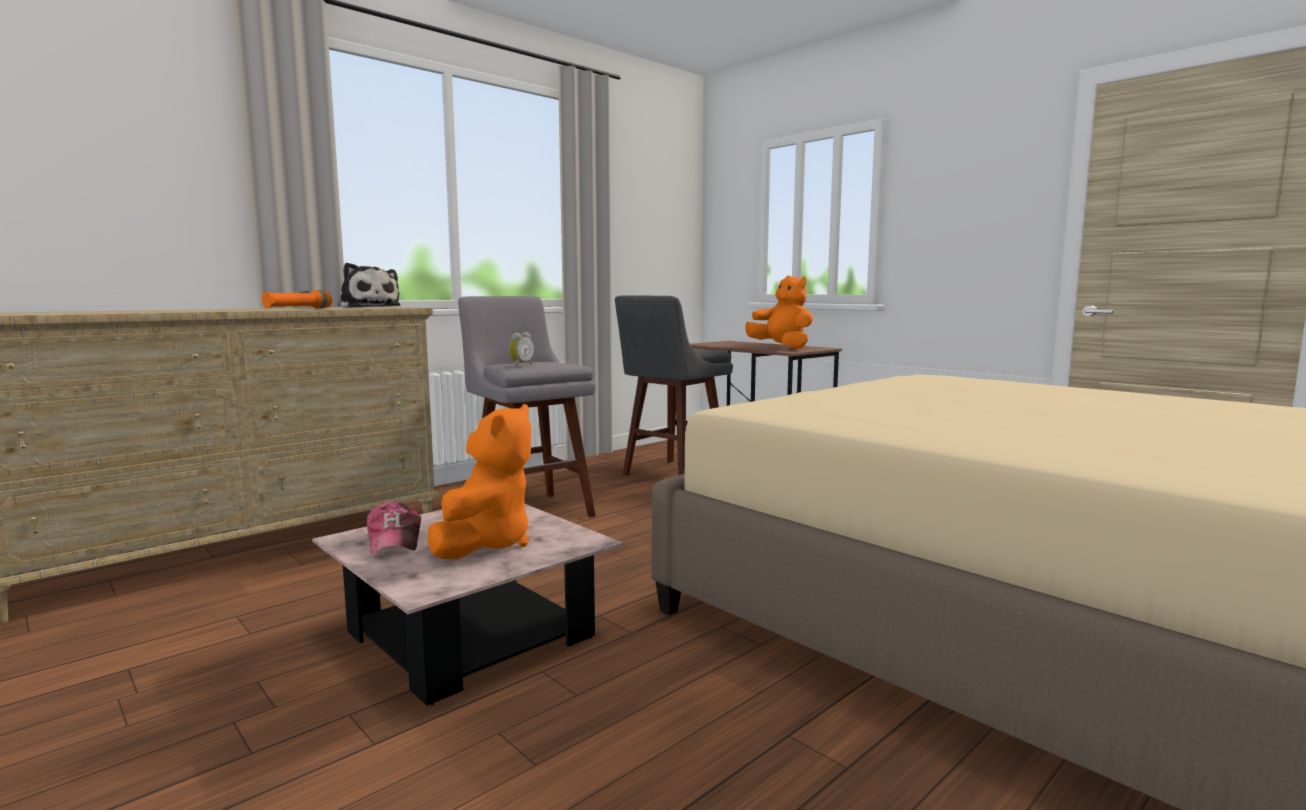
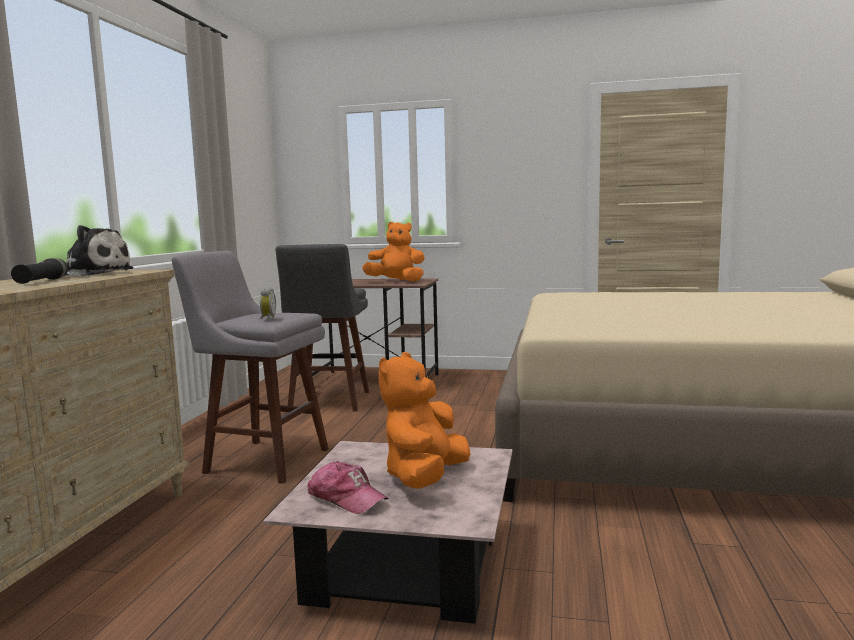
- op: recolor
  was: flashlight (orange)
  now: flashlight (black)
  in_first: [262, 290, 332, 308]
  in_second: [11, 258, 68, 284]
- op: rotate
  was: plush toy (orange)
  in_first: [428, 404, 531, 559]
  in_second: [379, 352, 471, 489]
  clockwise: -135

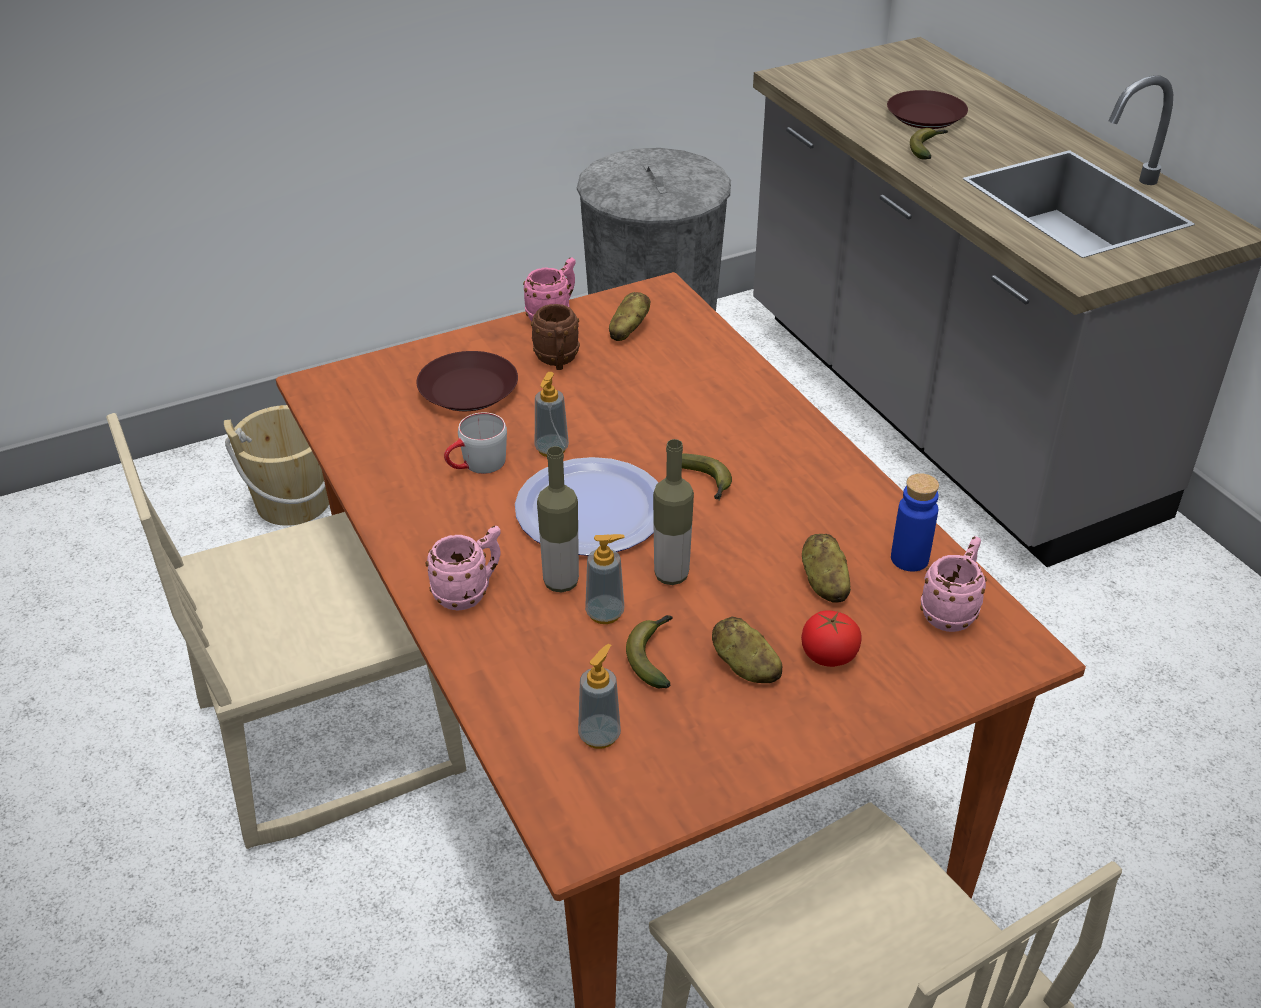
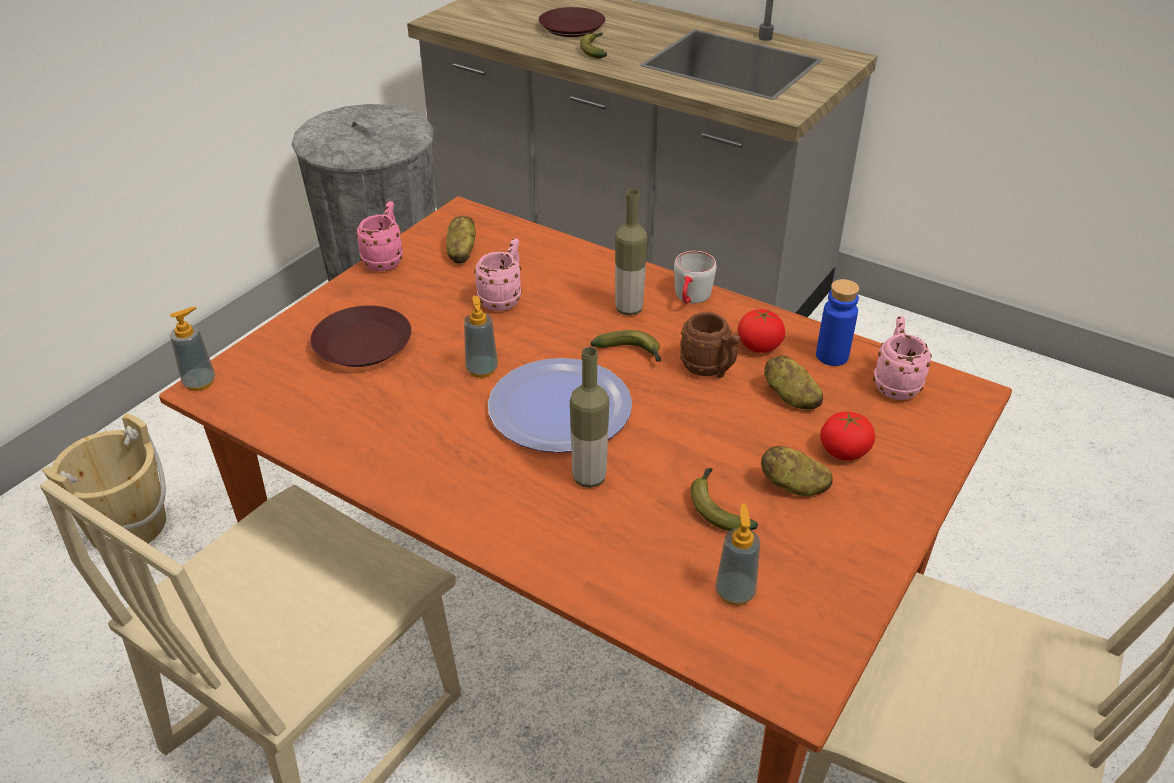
- op: move
  was: mug (brown)
  in_first: [531, 304, 580, 370]
  in_second: [680, 312, 740, 378]
- op: move
  was: mug (grey)
  in_first: [444, 412, 507, 474]
  in_second: [674, 251, 716, 304]
- op: move
  was: bottle
  in_first: [653, 439, 694, 585]
  in_second: [615, 189, 648, 316]
- op: move
  was: mug (pink)
  in_first: [426, 526, 501, 610]
  in_second: [474, 238, 522, 311]
- op: move
  was: soap dispenser
  in_first: [585, 534, 625, 624]
  in_second: [170, 307, 215, 391]
- op: insert
  now: tomato
  in_second: [738, 309, 785, 353]

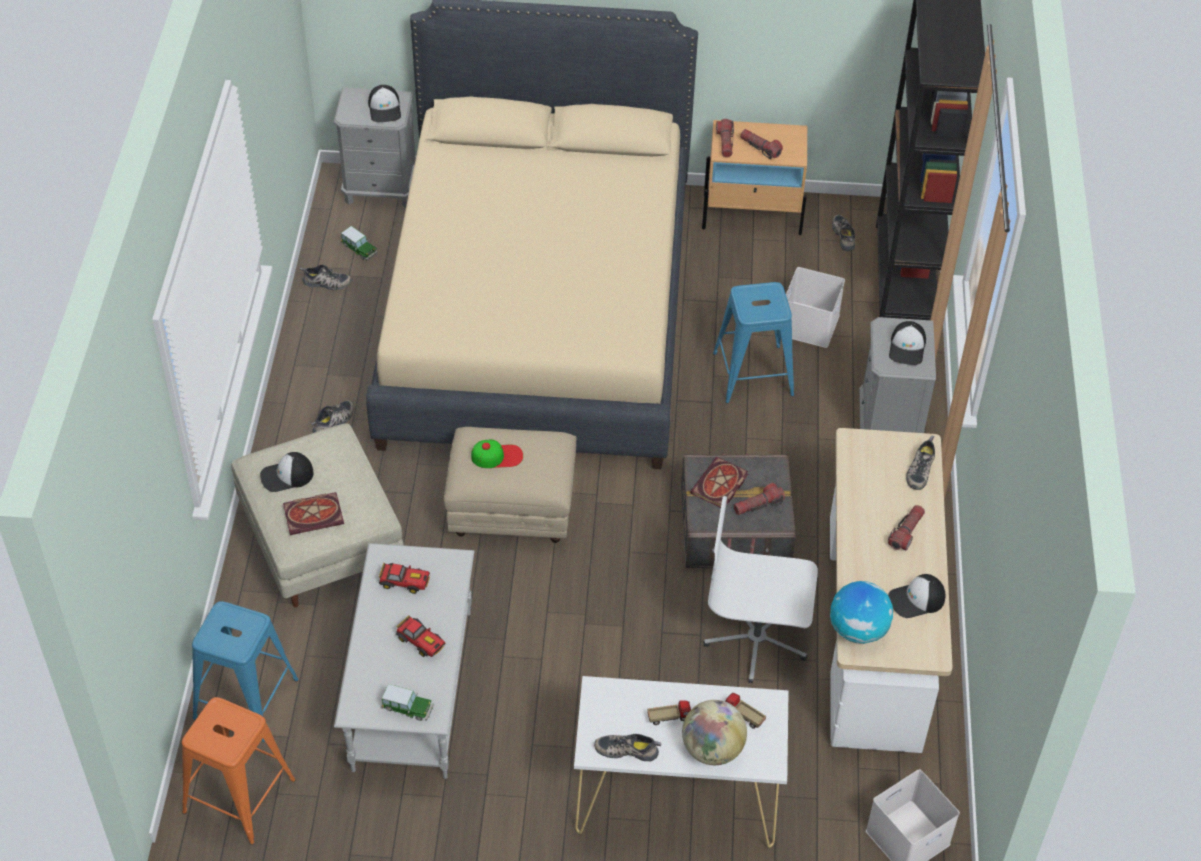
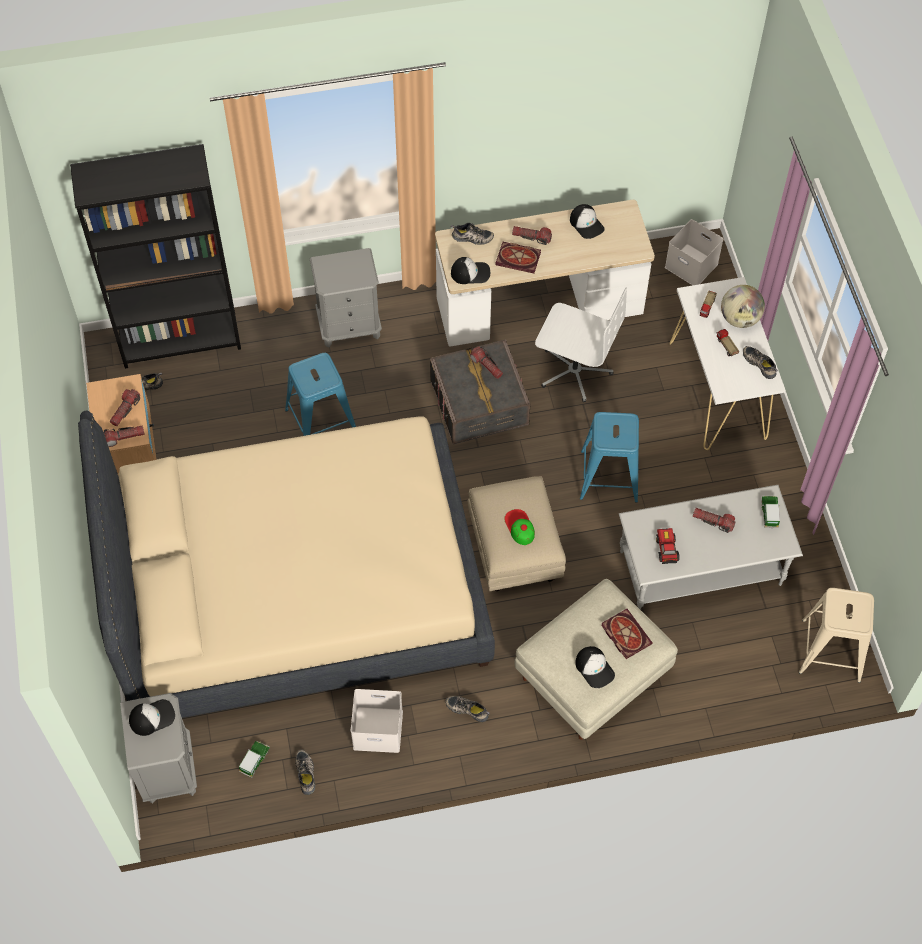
- op: move
  was: storage box (white)
  in_first: [786, 267, 845, 348]
  in_second: [351, 689, 403, 753]
- op: move
  was: cap
  in_first: [889, 321, 926, 365]
  in_second: [451, 257, 490, 284]
- op: move
  was: book
  in_first: [690, 457, 748, 508]
  in_second: [495, 242, 541, 273]
- op: rotate
  was: office chair (white)
  in_first: [704, 496, 818, 683]
  in_second: [535, 288, 627, 402]
  clockwise: -60
- op: delete
  was: globe
  in_first: [830, 581, 893, 644]
- op: move
  was: stool (blue)
  in_first: [192, 601, 298, 742]
  in_second: [580, 412, 639, 503]
- op: replace
  was: toy car
  now: flashlight
  in_first: [396, 615, 445, 657]
  in_second: [693, 508, 735, 533]
- op: recolor
  was: stool (orange)
  now: stool (beige)
  in_first: [182, 697, 295, 845]
  in_second: [799, 588, 874, 683]
- op: rotate
  was: shoe
  in_first: [594, 734, 662, 762]
  in_second: [743, 346, 778, 379]
  clockwise: 150

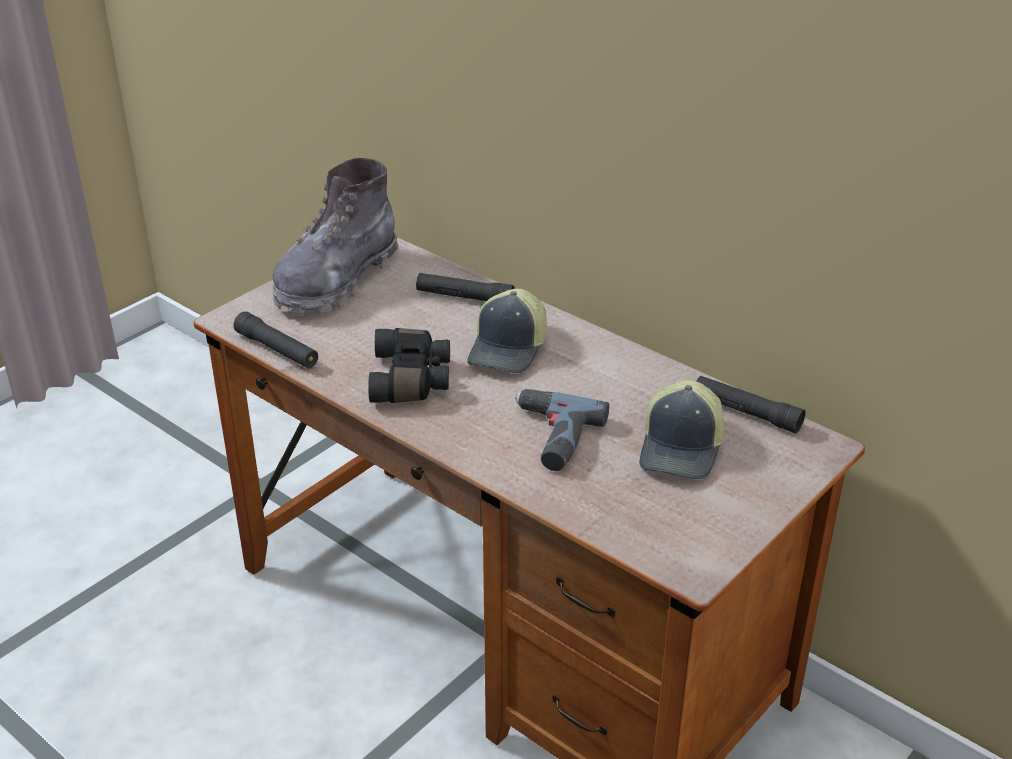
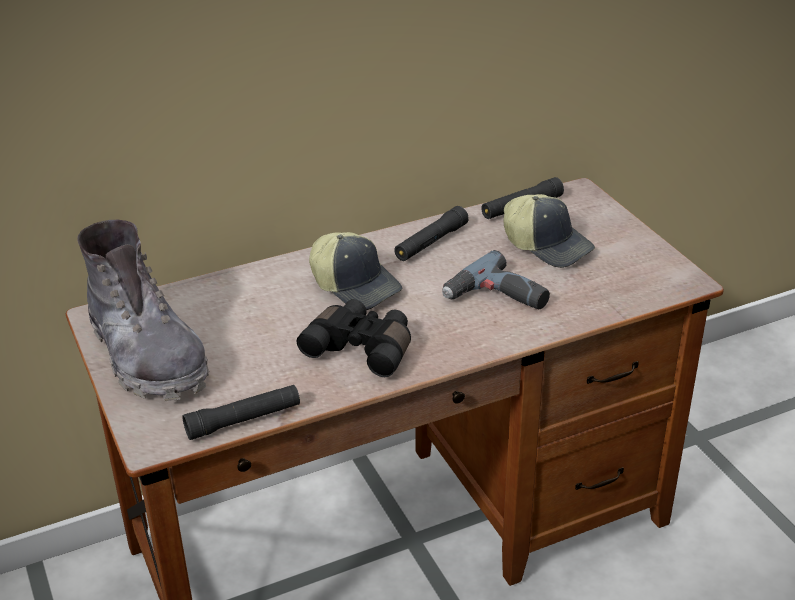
- op: move
  was: flashlight (black)
  in_first: [416, 273, 515, 301]
  in_second: [394, 206, 469, 261]

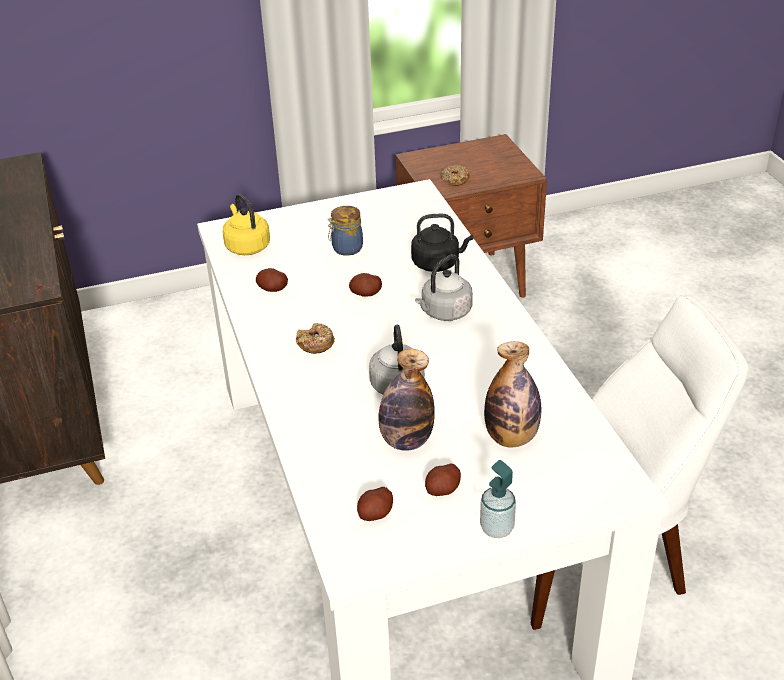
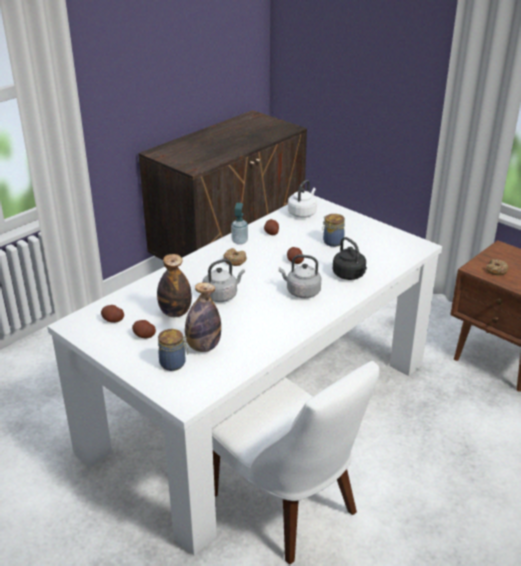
- op: recolor
  was: kettle (yellow)
  now: kettle (white)
  in_first: [223, 194, 270, 255]
  in_second: [288, 180, 317, 218]
- op: move
  was: soap dispenser
  in_first: [480, 460, 516, 538]
  in_second: [231, 203, 248, 245]
- op: insert
  now: jar
  in_second: [158, 329, 188, 371]

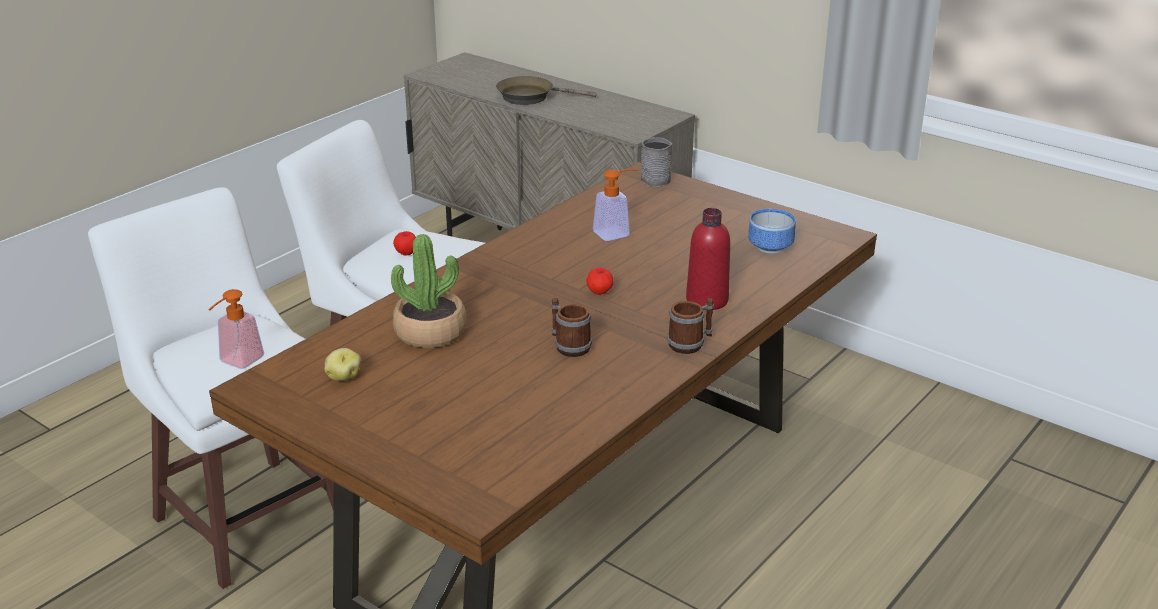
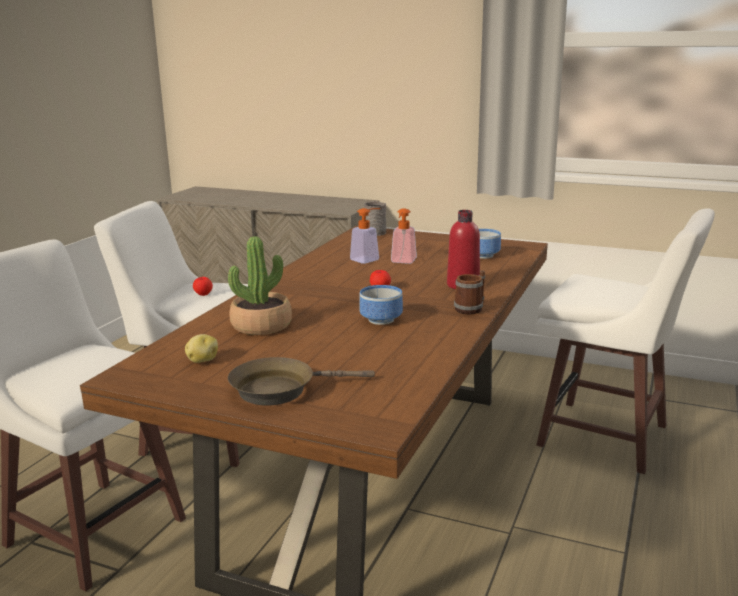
- op: move
  was: frying pan (brown)
  in_first: [496, 76, 597, 105]
  in_second: [228, 357, 375, 405]
- op: move
  was: soap dispenser
  in_first: [208, 289, 264, 369]
  in_second: [391, 208, 417, 264]
- op: replace
  was: mug
  now: bowl
  in_first: [551, 298, 592, 357]
  in_second: [359, 285, 403, 325]
- op: insert
  now: stool (white)
  in_second: [536, 208, 715, 474]

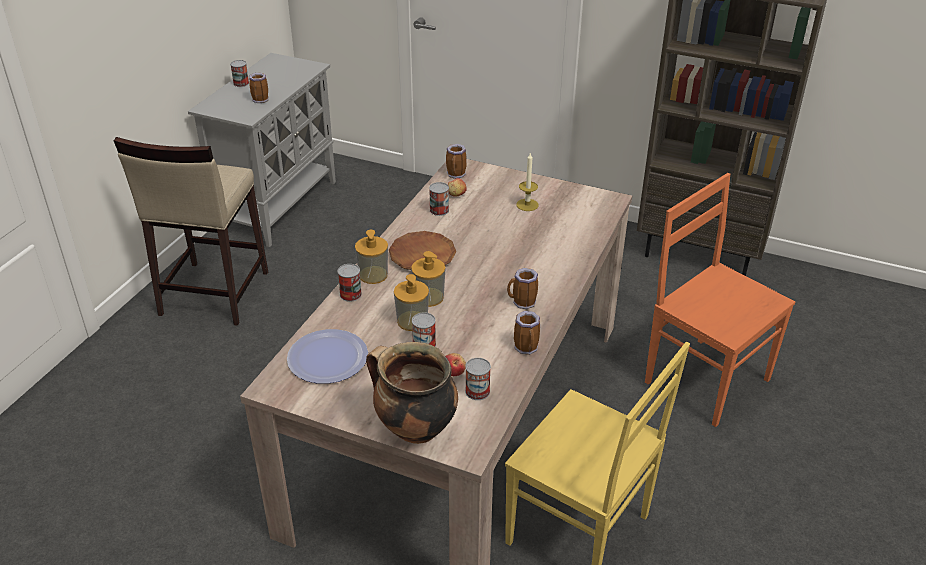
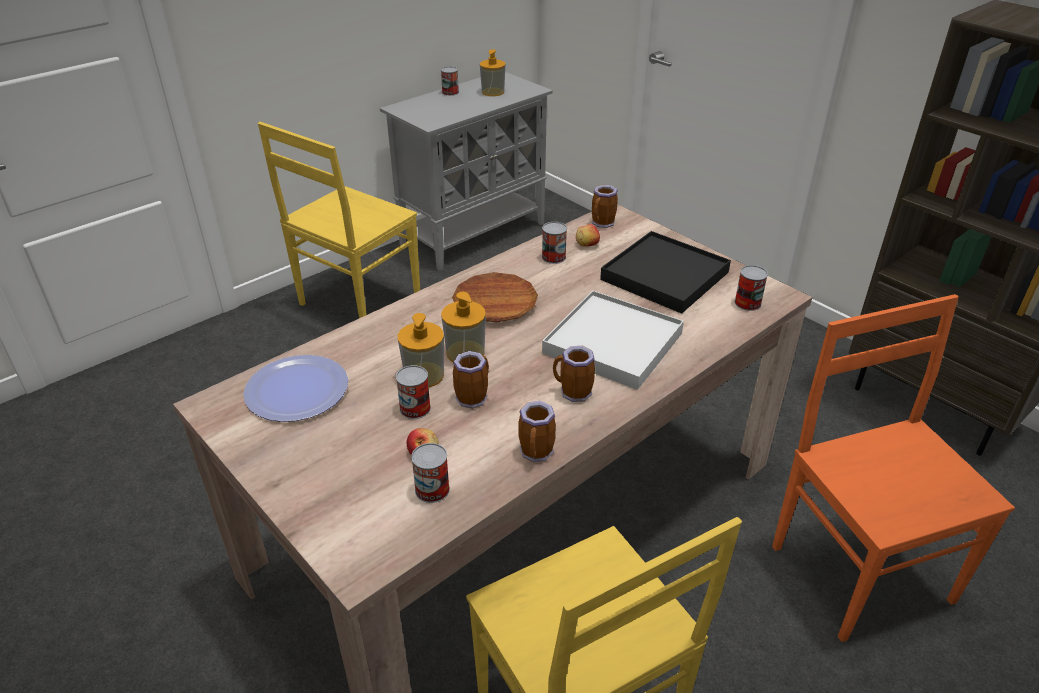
- op: move
  was: mug
  in_first: [249, 73, 269, 103]
  in_second: [453, 351, 489, 409]
- op: replace
  was: stool (beige)
  now: chair (yellow)
  in_first: [114, 137, 268, 326]
  in_second: [258, 122, 420, 318]
- op: replace
  was: candle
  now: tray (black)
  in_first: [516, 153, 539, 211]
  in_second: [600, 231, 731, 314]
- op: move
  was: soap dispenser
  in_first: [355, 230, 388, 284]
  in_second: [480, 49, 506, 96]
- op: move
  was: can
  in_first: [337, 264, 362, 302]
  in_second: [734, 265, 768, 311]
- op: delete
  was: cooking pot
  in_first: [366, 342, 458, 444]
- op: insert
  now: tray (white)
  in_second: [542, 290, 684, 390]

